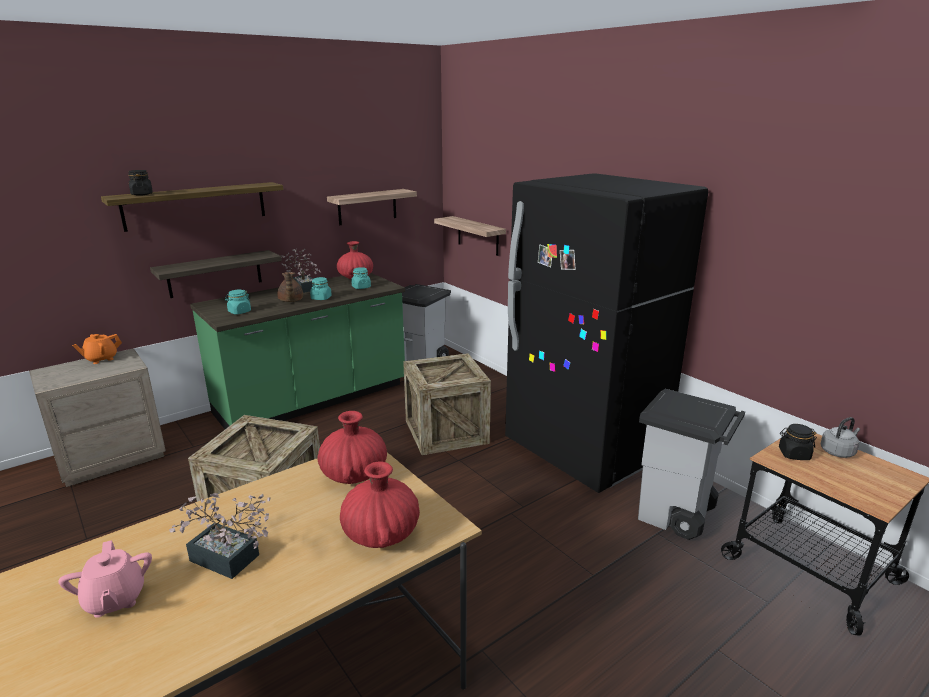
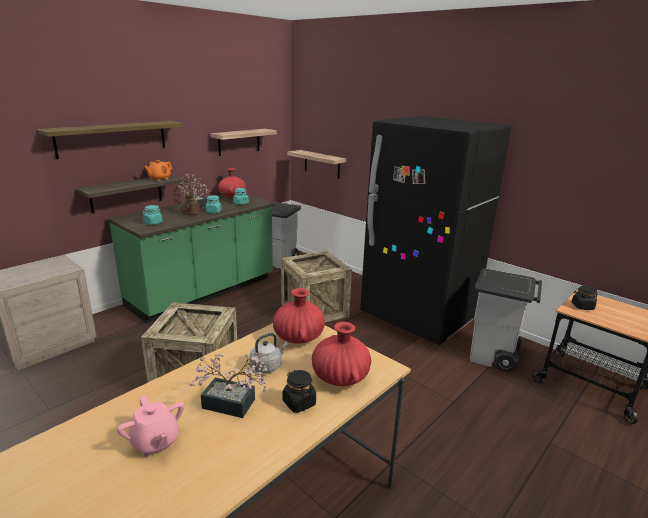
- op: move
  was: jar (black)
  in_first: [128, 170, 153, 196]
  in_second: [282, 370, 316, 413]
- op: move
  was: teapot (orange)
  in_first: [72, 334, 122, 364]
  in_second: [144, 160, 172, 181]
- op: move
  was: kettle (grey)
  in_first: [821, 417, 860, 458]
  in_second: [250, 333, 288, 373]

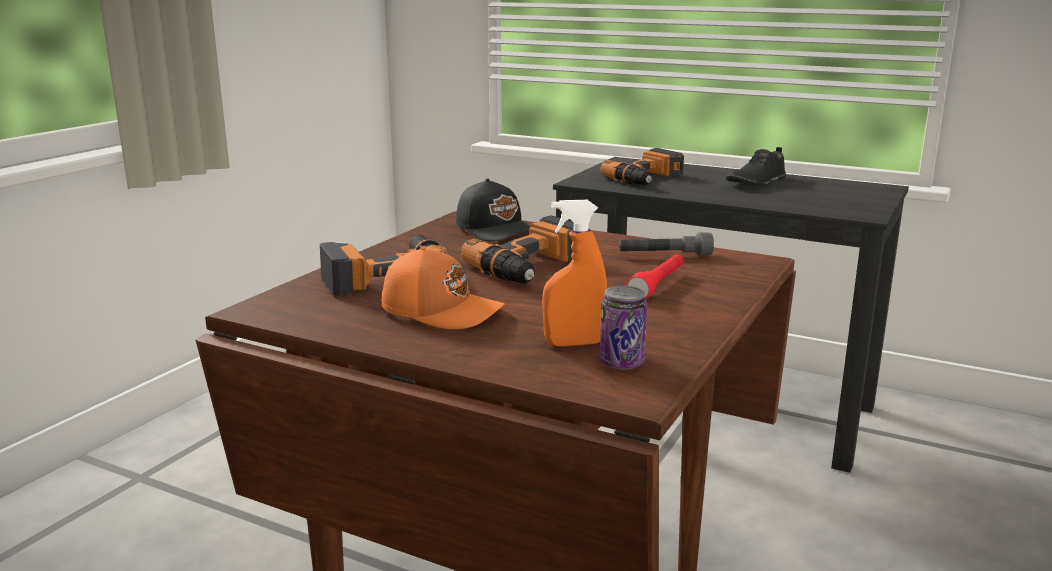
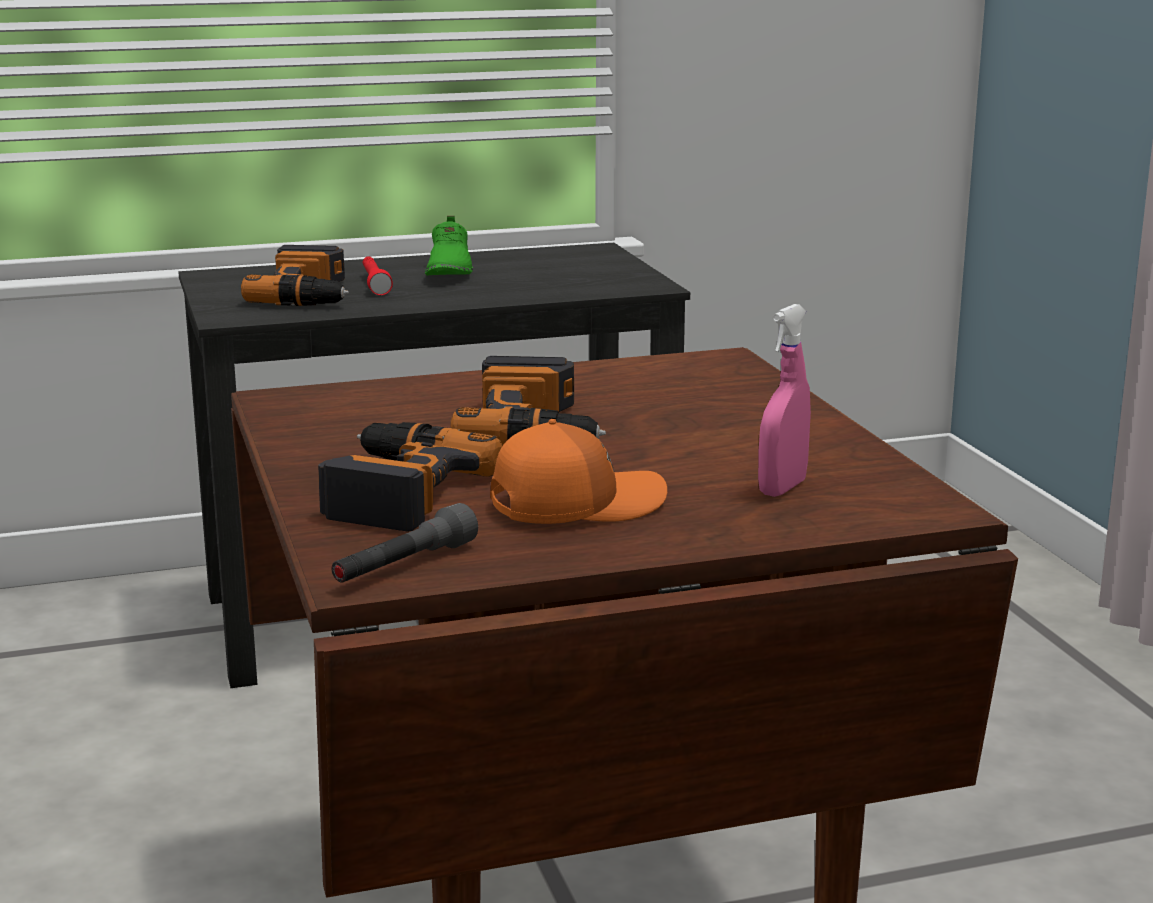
- op: recolor
  was: shoe (black)
  now: shoe (green)
  in_first: [726, 147, 786, 186]
  in_second: [425, 216, 473, 276]
- op: delete
  was: cap (black)
  in_first: [456, 179, 530, 242]
- op: recolor
  was: spray bottle (orange)
  now: spray bottle (pink)
  in_first: [542, 200, 607, 346]
  in_second: [758, 304, 811, 497]
- op: move
  was: flashlight (grey)
  in_first: [619, 232, 714, 256]
  in_second: [332, 503, 478, 583]
- op: move
  was: flashlight (red)
  in_first: [626, 254, 683, 299]
  in_second: [363, 256, 393, 295]
- op: delete
  was: can
  in_first: [600, 286, 647, 370]

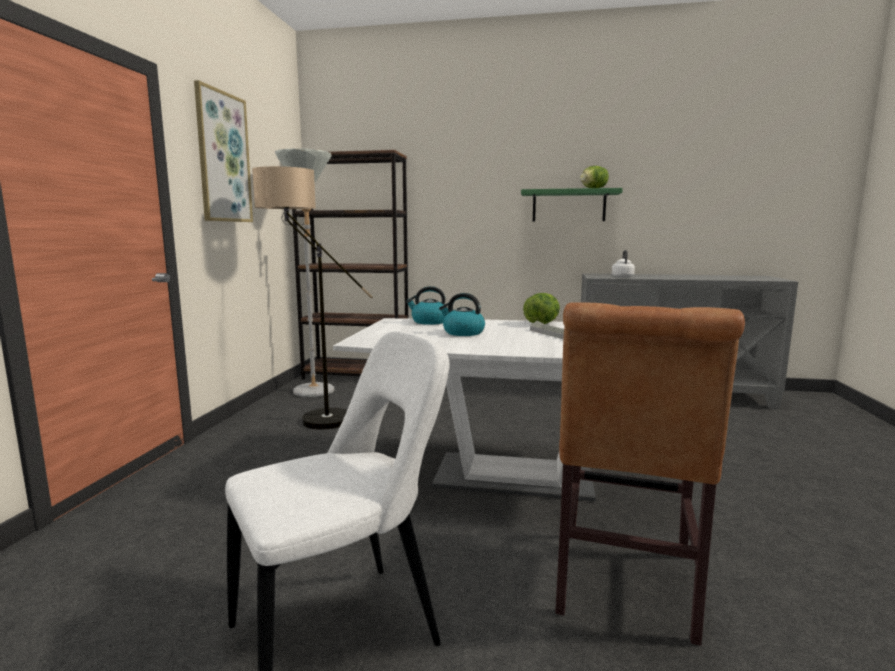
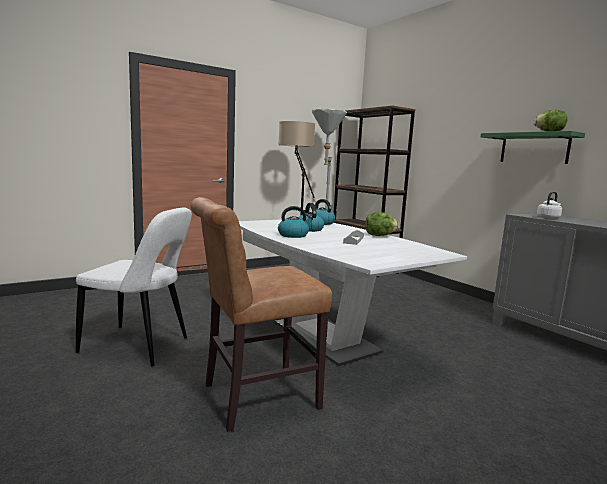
- op: delete
  was: picture
  in_first: [194, 80, 253, 222]
- op: insert
  now: kettle
  in_second: [278, 206, 313, 238]

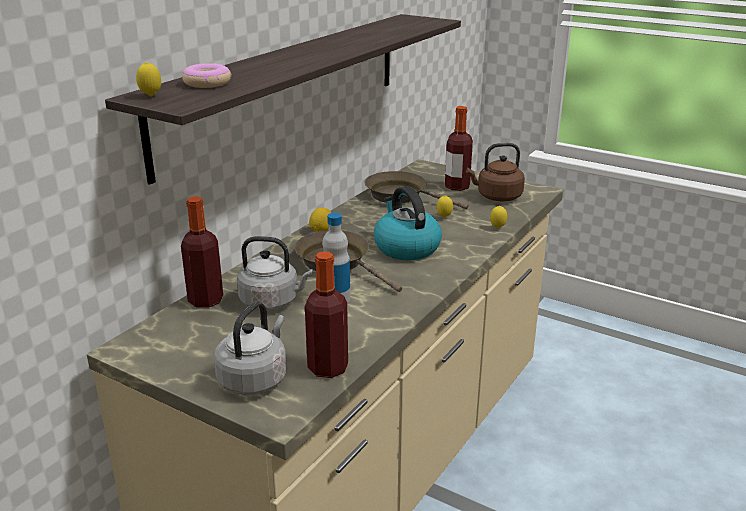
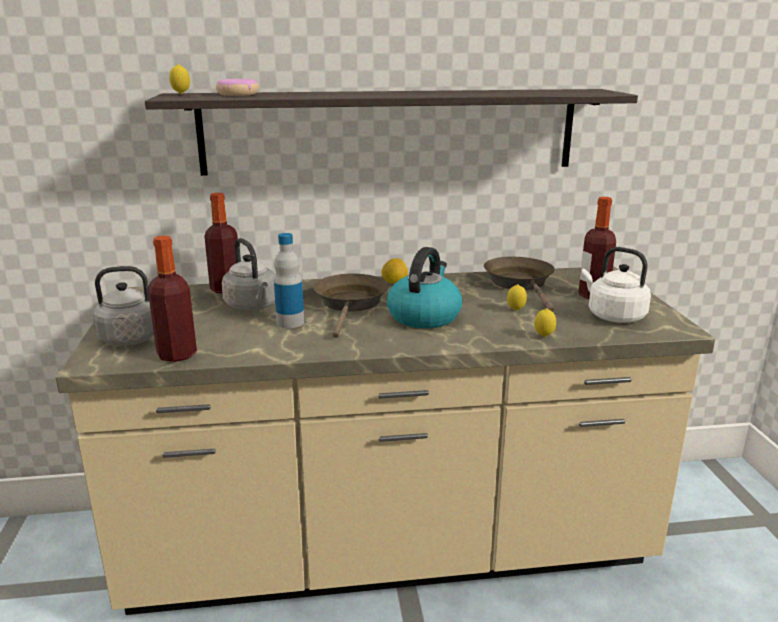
- op: recolor
  was: kettle (brown)
  now: kettle (white)
  in_first: [466, 143, 525, 201]
  in_second: [582, 247, 651, 323]

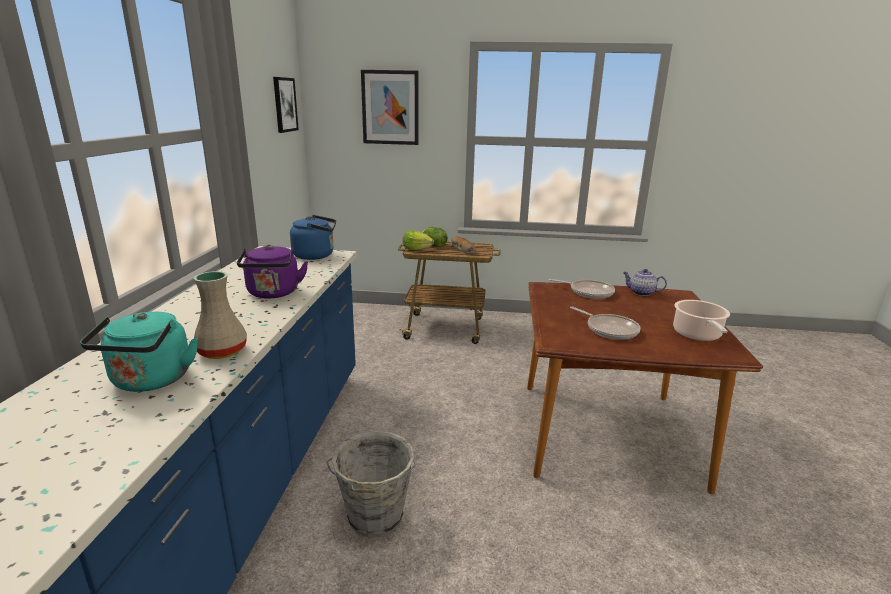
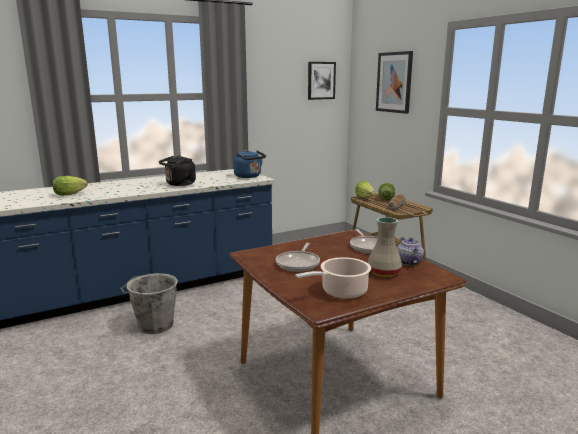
- op: recolor
  was: kettle (purple)
  now: kettle (black)
  in_first: [237, 245, 308, 298]
  in_second: [159, 155, 196, 186]
- op: move
  was: vase (beige)
  in_first: [194, 271, 247, 359]
  in_second: [367, 217, 402, 277]
- op: replace
  was: kettle (turquoise)
  now: lettuce
  in_first: [80, 312, 198, 392]
  in_second: [53, 176, 88, 196]

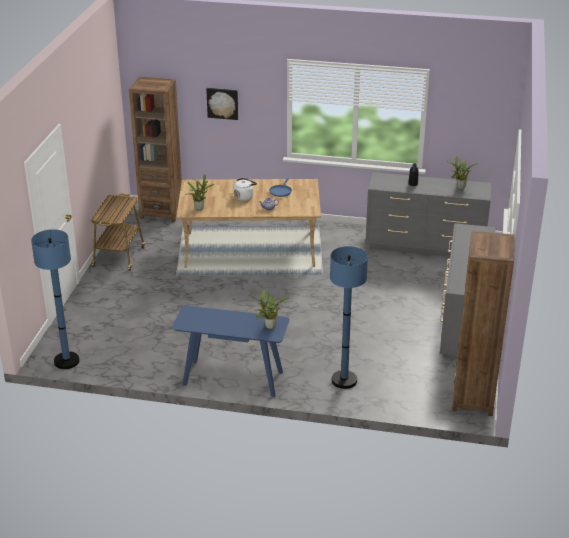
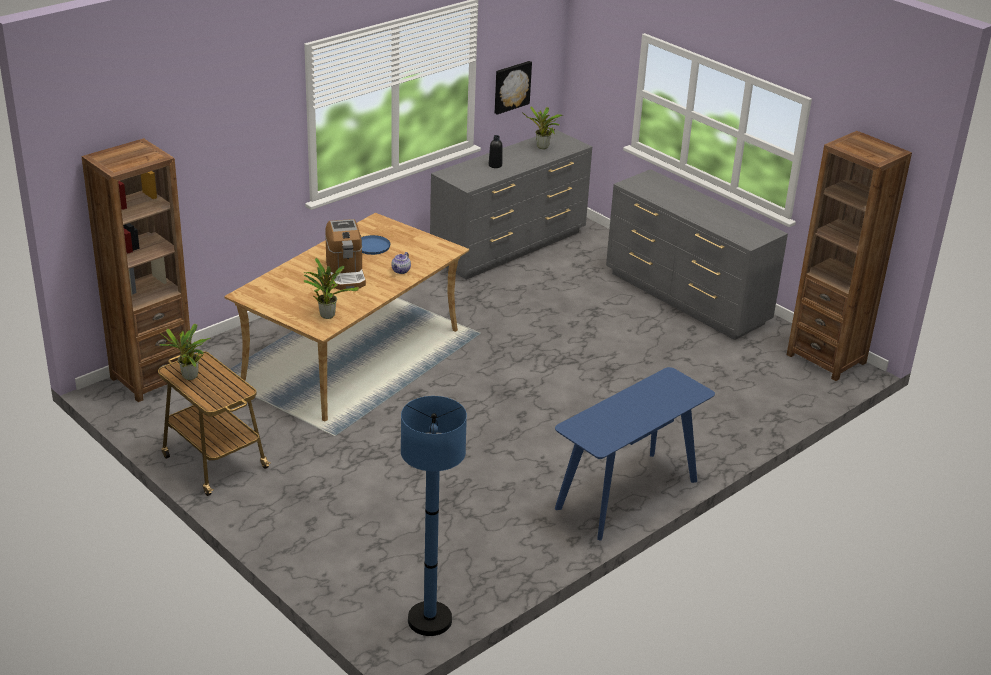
- op: move
  was: picture
  in_first: [206, 88, 238, 120]
  in_second: [495, 61, 532, 115]
- op: replace
  was: kettle (white)
  now: coffee machine
  in_first: [233, 178, 257, 201]
  in_second: [325, 219, 366, 290]
- op: delete
  was: floor lamp (blue)
  in_first: [330, 246, 368, 389]
- op: move
  was: potted plant
  in_first: [252, 290, 290, 329]
  in_second: [159, 324, 211, 380]

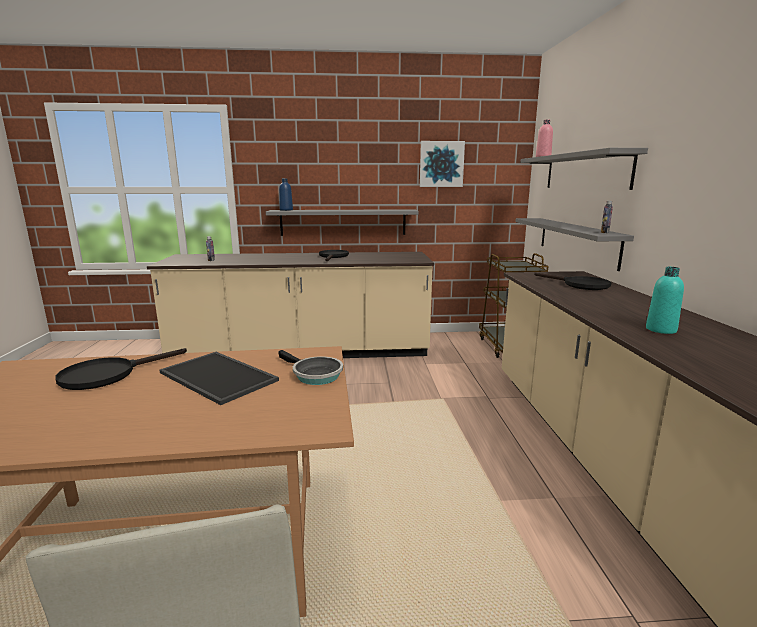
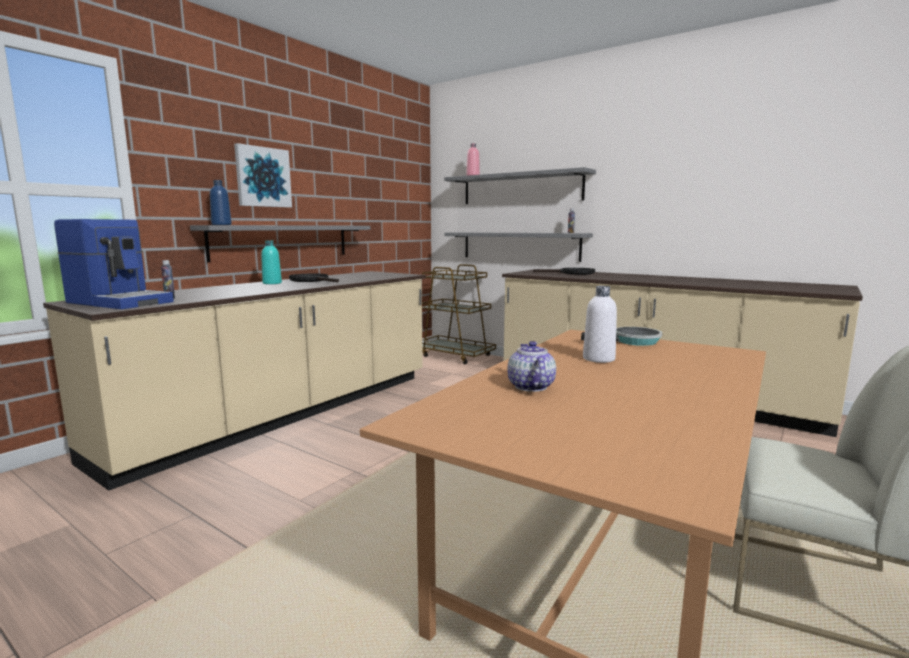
- op: move
  was: picture
  in_first: [420, 141, 465, 187]
  in_second: [234, 143, 292, 208]
- op: move
  was: bottle (turquoise)
  in_first: [646, 267, 684, 334]
  in_second: [261, 240, 282, 284]
- op: replace
  was: frying pan (black)
  now: teapot
  in_first: [55, 348, 187, 390]
  in_second: [507, 341, 556, 392]
- op: replace
  was: tray
  now: bottle (white)
  in_first: [159, 352, 279, 405]
  in_second: [583, 286, 617, 363]
- op: insert
  now: coffee machine
  in_second: [54, 219, 174, 309]

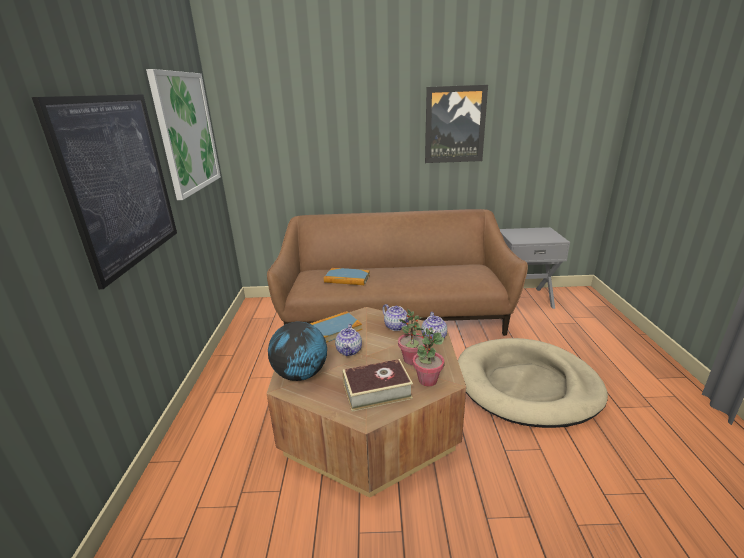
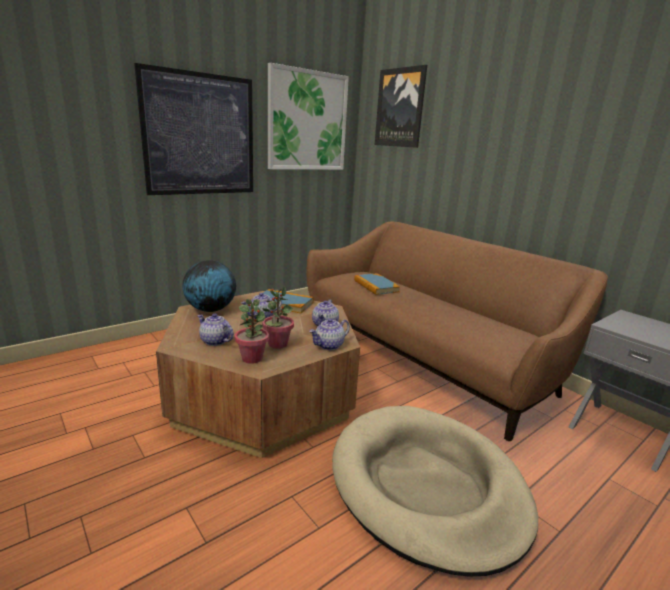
- op: move
  was: picture
  in_first: [425, 85, 488, 163]
  in_second: [374, 65, 427, 148]
- op: replace
  was: book
  now: teapot
  in_first: [342, 359, 413, 412]
  in_second: [197, 314, 234, 346]

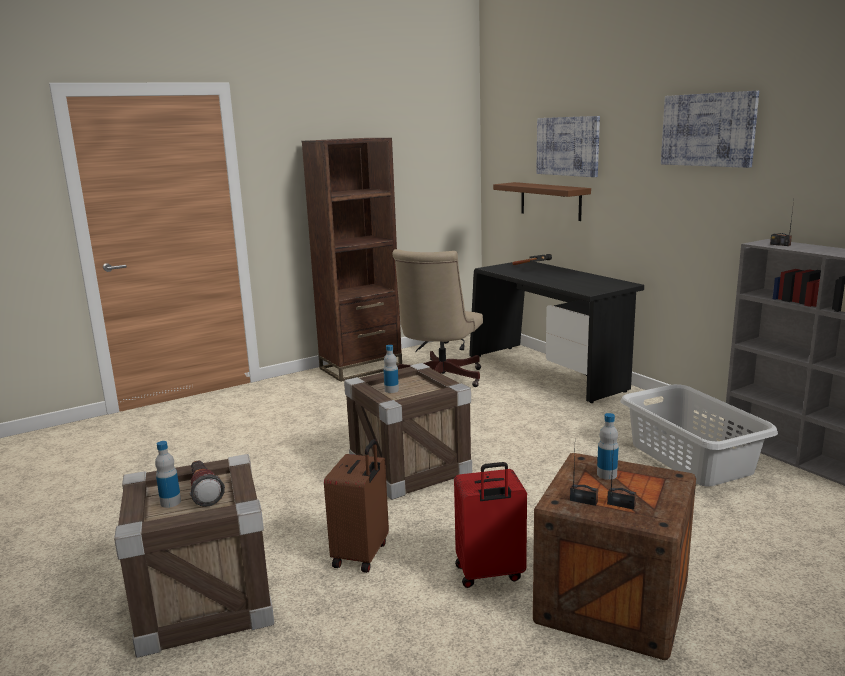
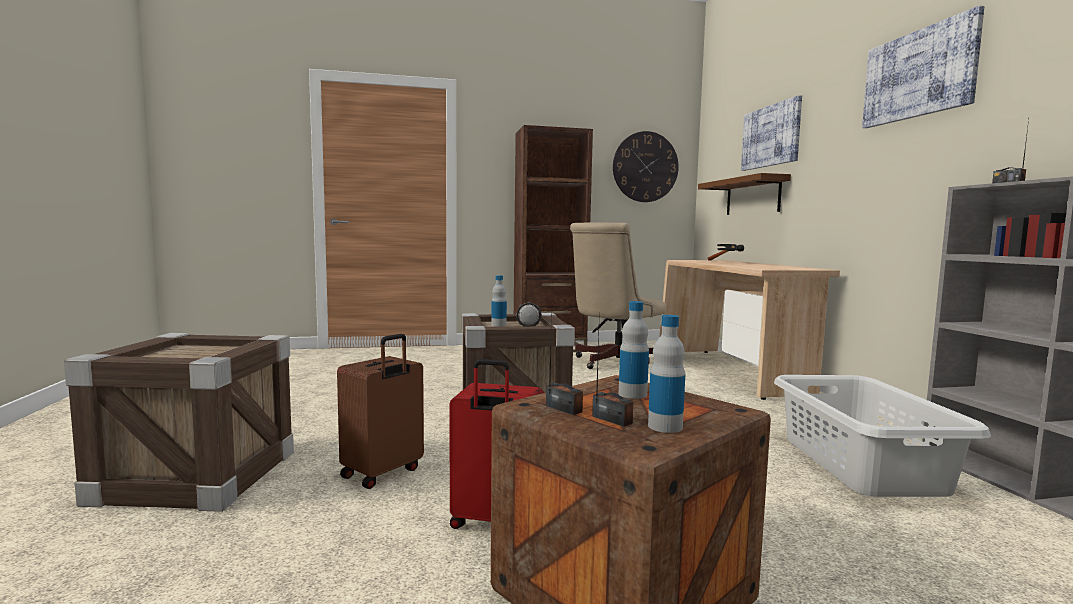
- op: recolor
  was: desk (black)
  now: desk (beige)
  in_first: [469, 262, 644, 403]
  in_second: [659, 260, 840, 400]
- op: move
  was: bottle
  in_first: [155, 441, 181, 508]
  in_second: [648, 315, 685, 433]
- op: move
  was: flashlight
  in_first: [190, 461, 225, 507]
  in_second: [516, 302, 542, 326]
- op: insert
  now: wall clock
  in_second: [613, 131, 679, 202]

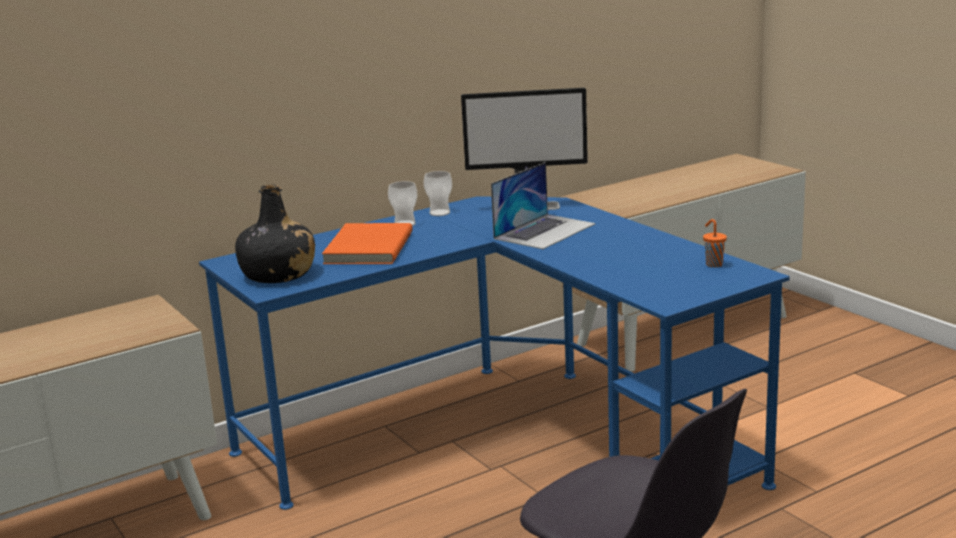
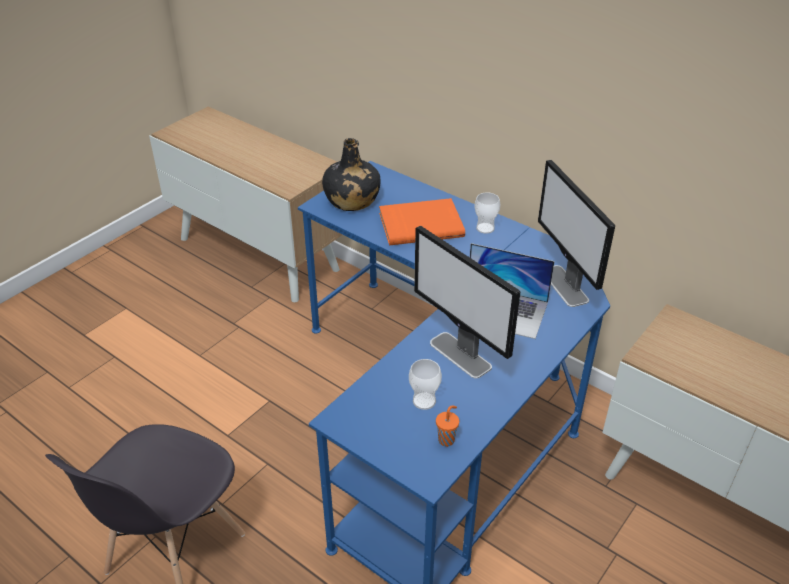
- op: move
  was: cup
  in_first: [424, 171, 452, 216]
  in_second: [409, 359, 442, 410]
- op: insert
  now: monitor
  in_second: [414, 226, 520, 379]

